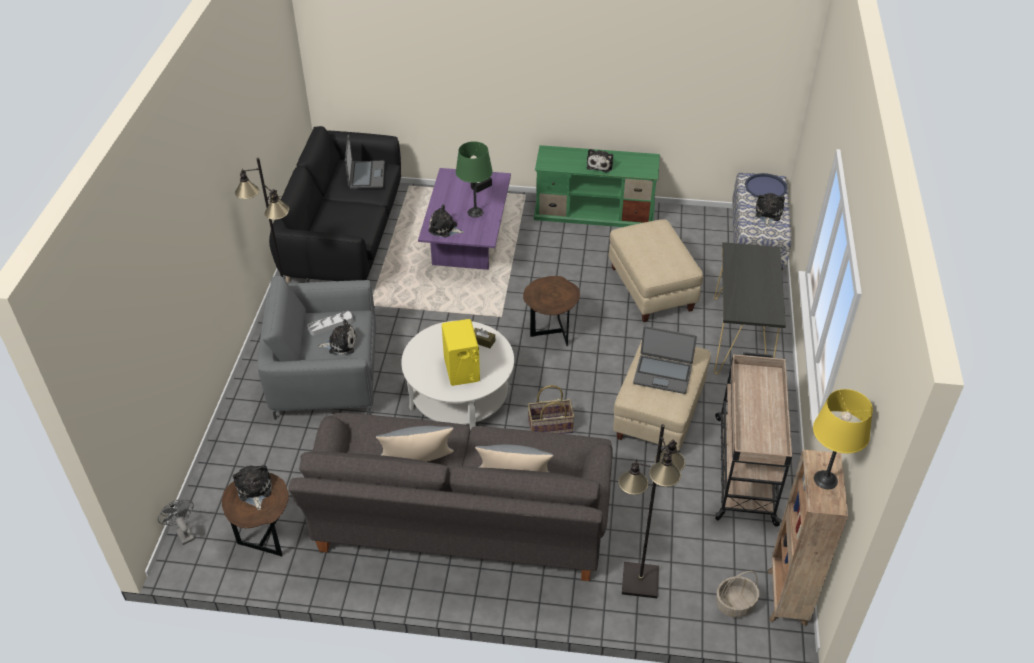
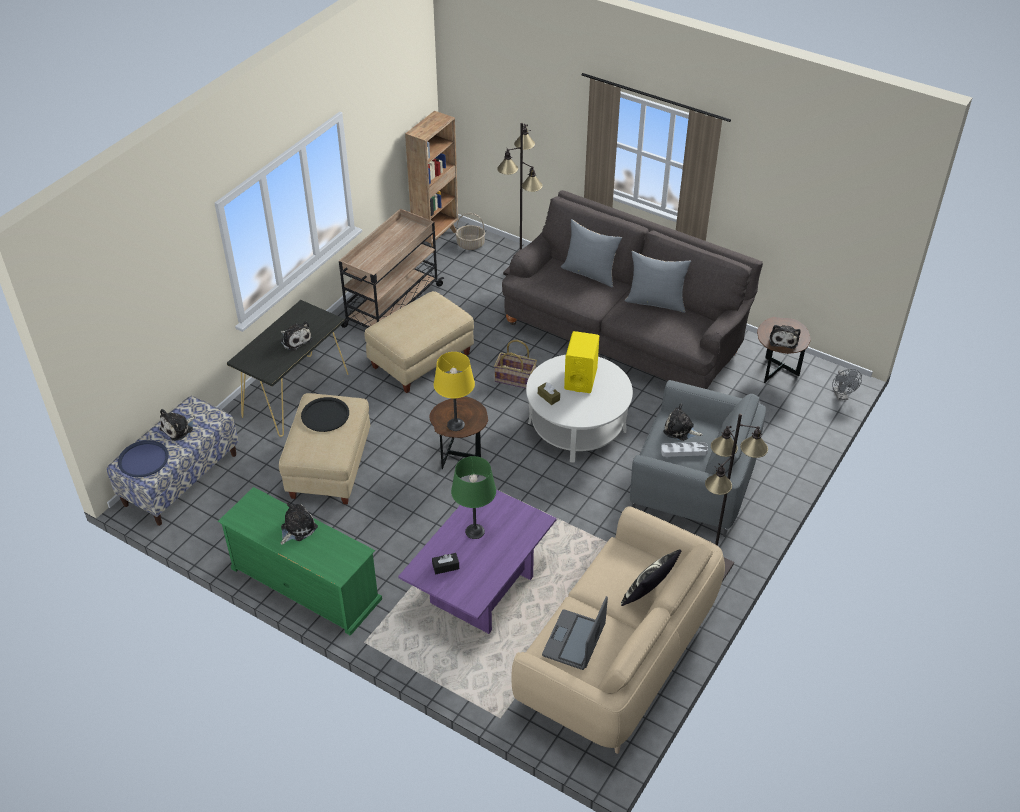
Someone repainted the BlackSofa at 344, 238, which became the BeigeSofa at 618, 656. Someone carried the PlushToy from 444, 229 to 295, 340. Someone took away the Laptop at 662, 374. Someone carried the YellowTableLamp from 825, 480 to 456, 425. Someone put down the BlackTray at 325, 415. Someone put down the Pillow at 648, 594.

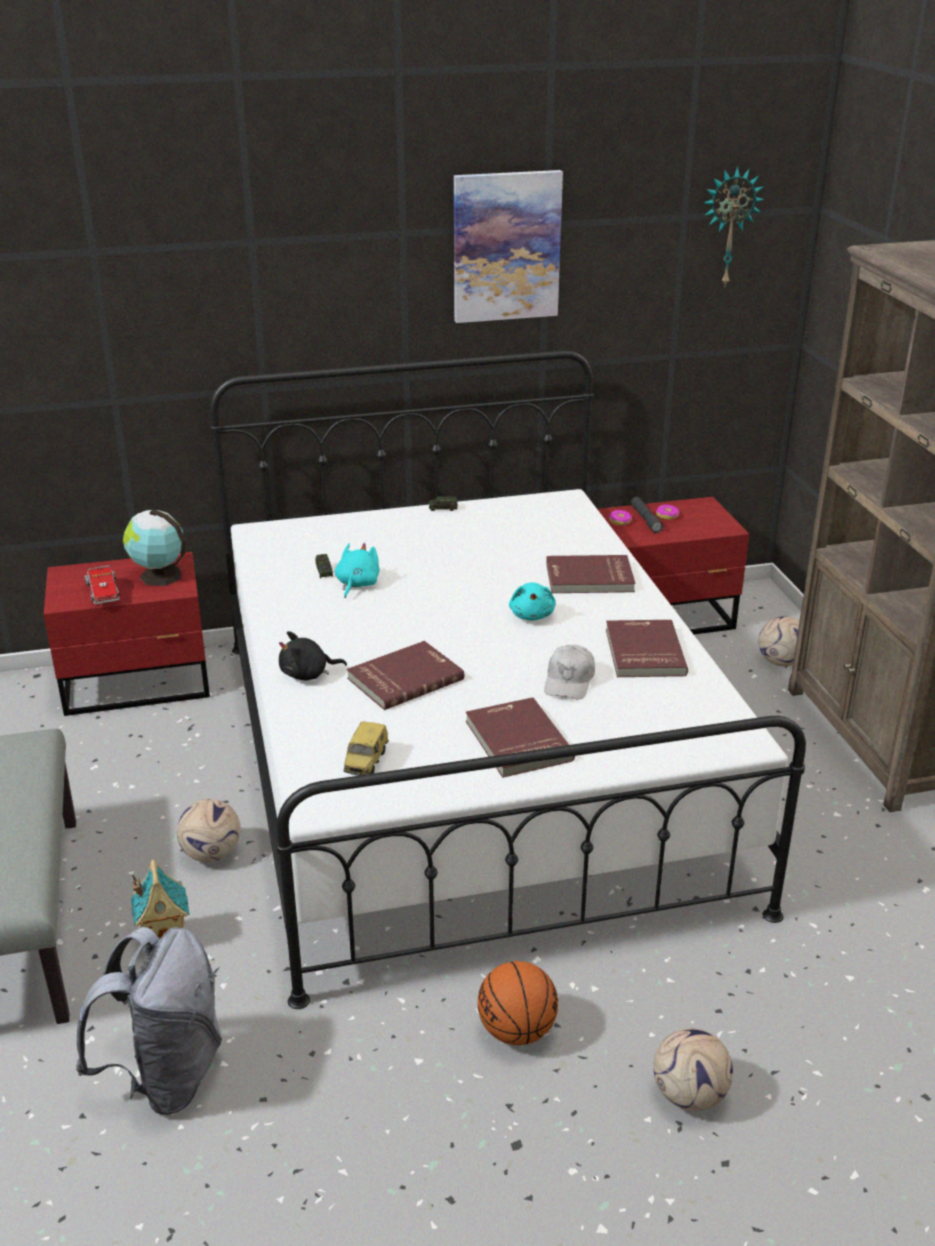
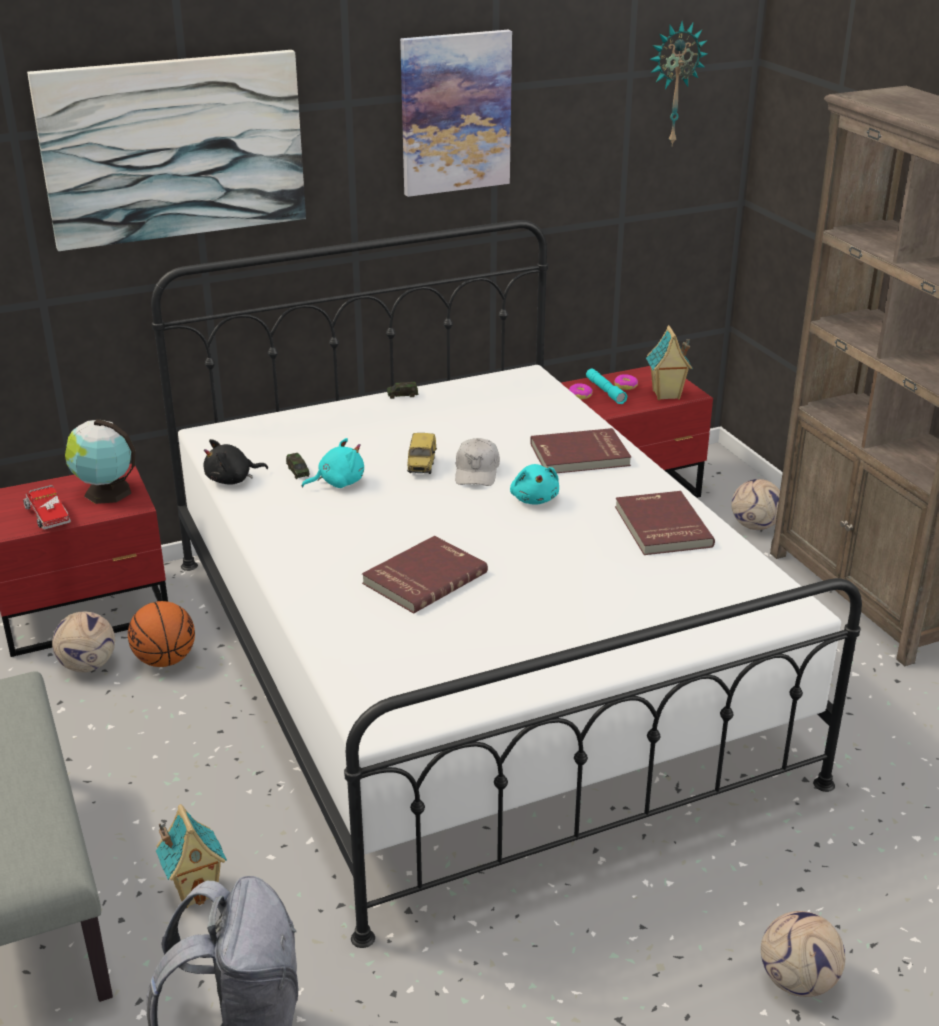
Someone carried the Football from 211, 854 to 87, 666. Someone carried the BlackPlushToy from 308, 674 to 232, 480. Someone rotated the TurquoisePlushToy at 356, 584 by 60 degrees clockwise. Someone carried the ToyCar from 367, 763 to 422, 466. Someone took away the RedBook at 516, 741. Someone carried the Basketball from 517, 1031 to 165, 660. Someone carried the WhiteCap from 569, 681 to 477, 472. Someone repainted the GreyFlashlight at 645, 519, which became the TurquoiseFlashlight at 605, 391. Someone put up the Picture at 174, 148. Someone put down the ToyHouse at 666, 395.

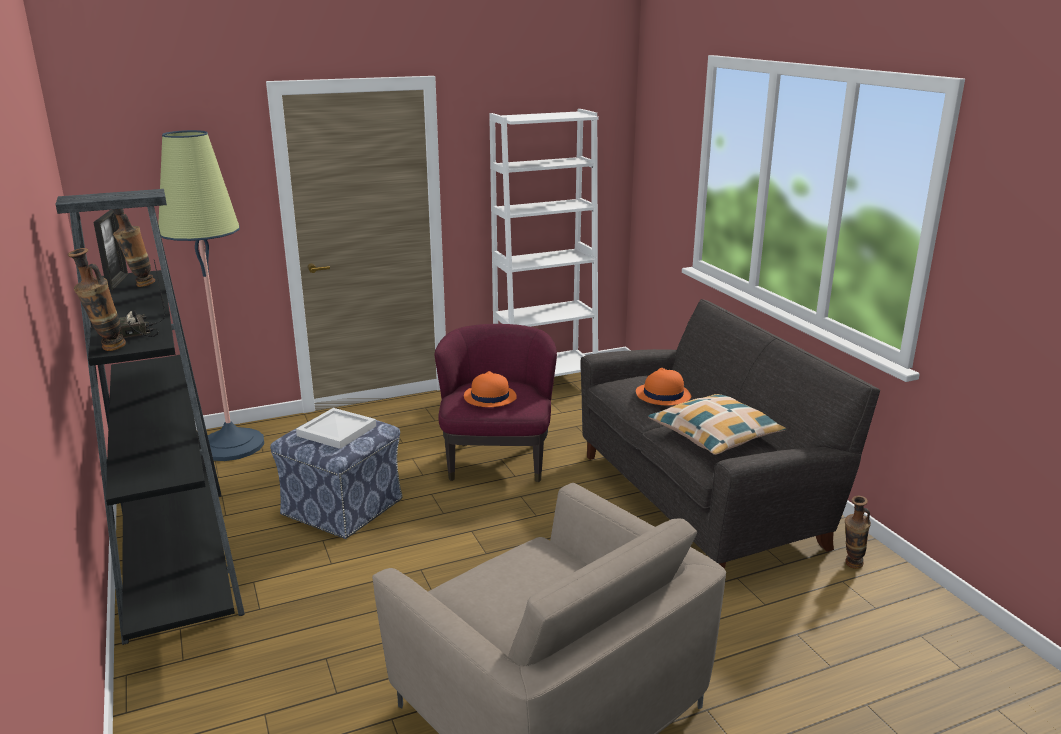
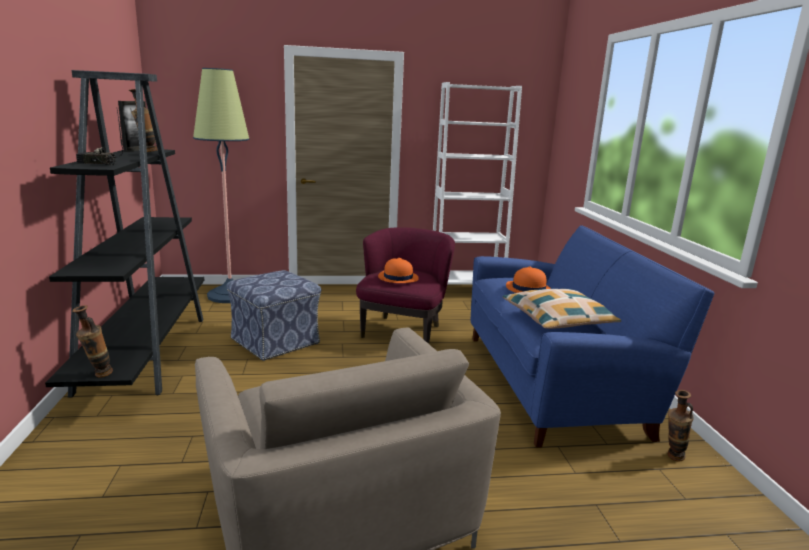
Someone carried the Vase from 107, 349 to 97, 375. Someone took away the WhiteTray at 336, 430. Someone repainted the GreySofa at 703, 498, which became the BlueSofa at 554, 382.

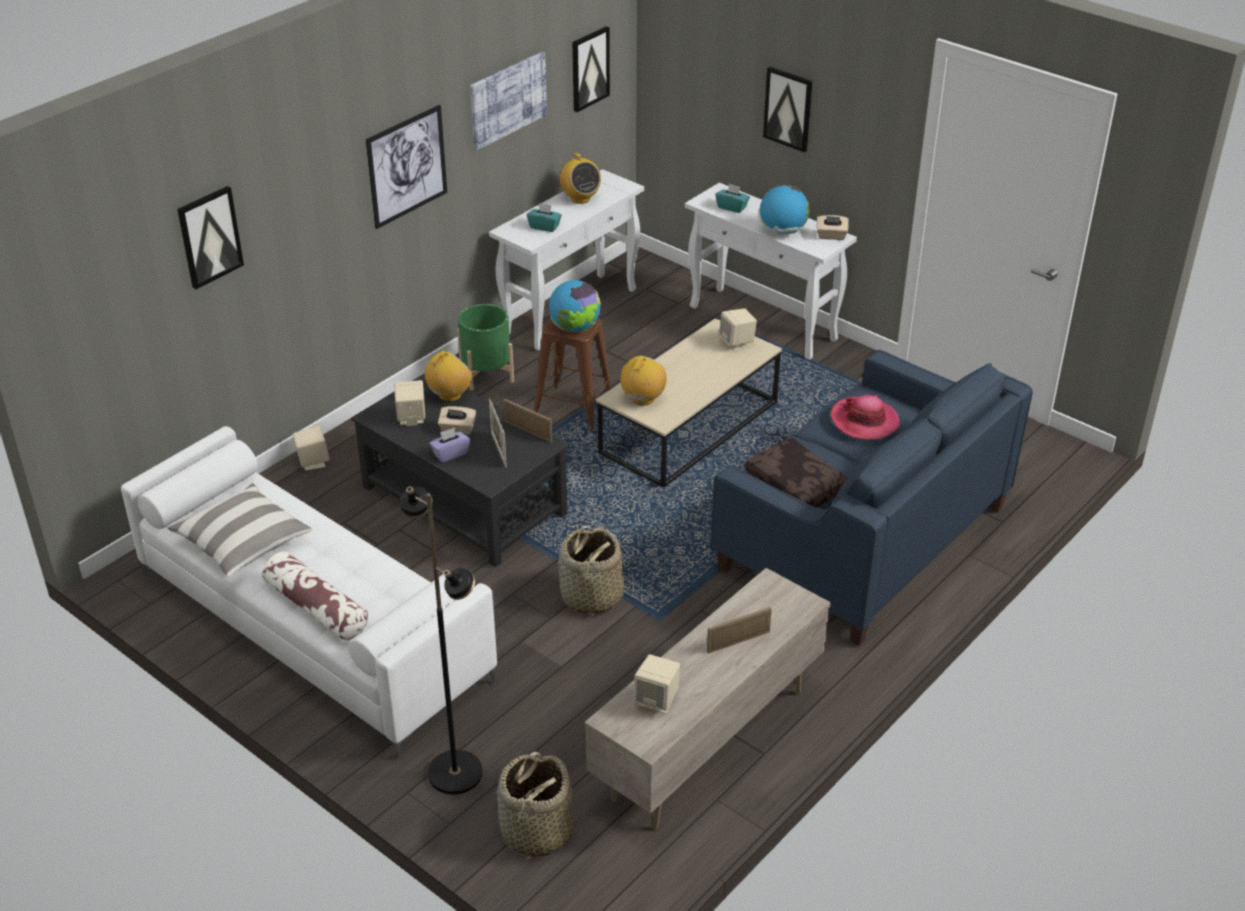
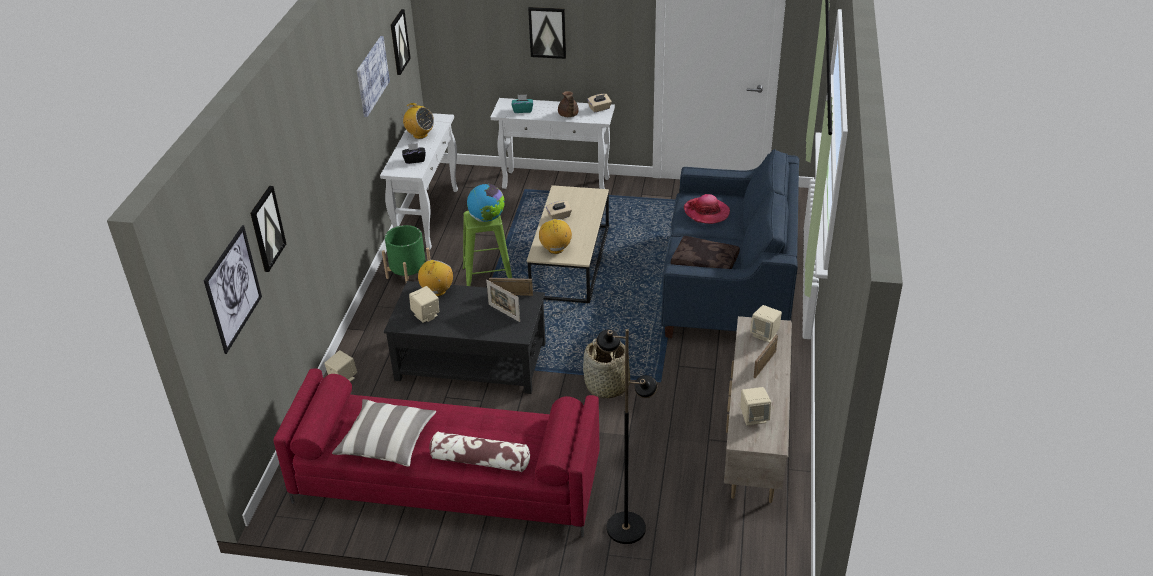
Someone repainted the WhiteSofa at 311, 626, which became the RedSofa at 446, 483. Someone carried the Picture from 407, 166 to 233, 289. Someone took away the PurpleTissueBox at 450, 454. Someone carried the BeigeTissueBox from 457, 429 to 559, 216. Someone took away the Basket at 536, 831. Someone repainted the TurquoiseTissueBox at 544, 226, which became the BlackTissueBox at 414, 160. Someone repainted the BrownStool at 574, 409, which became the GreenStool at 488, 277. Someone carried the BeigeSpeaker from 737, 343 to 765, 334. Someone swapped the Globe at 783, 231 for the BrownTeapot at 568, 115.

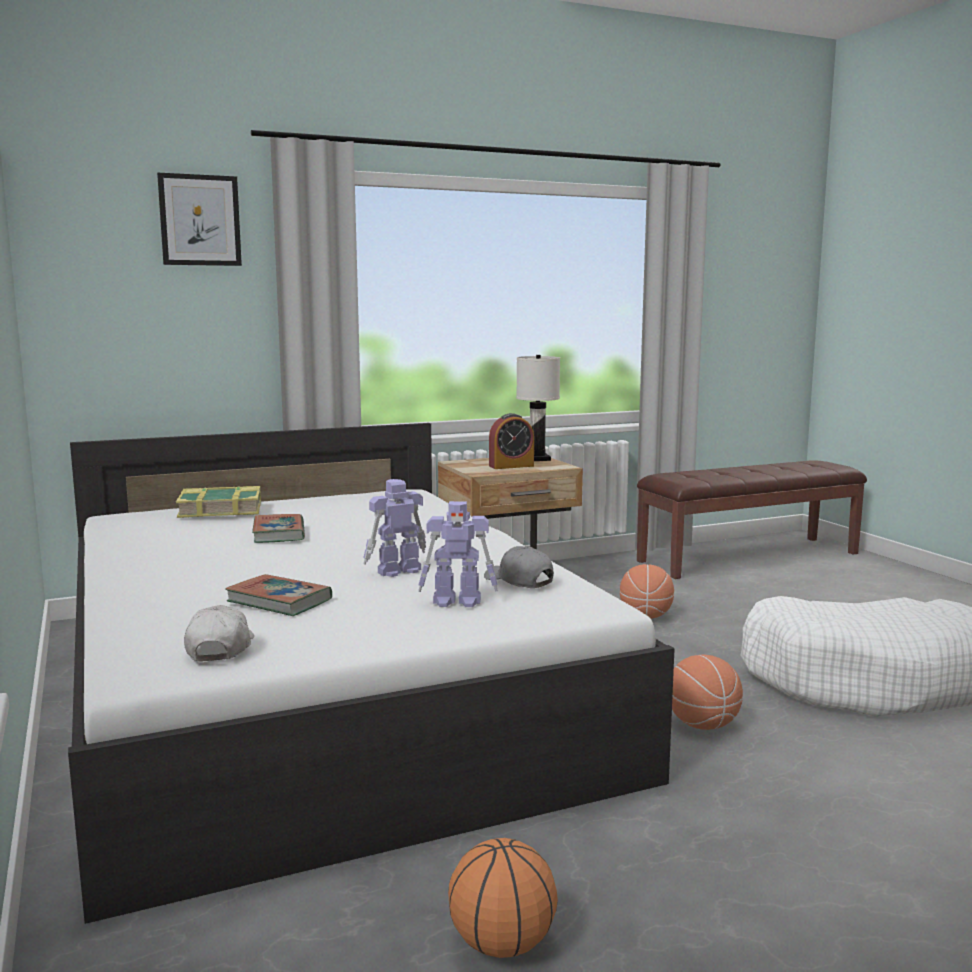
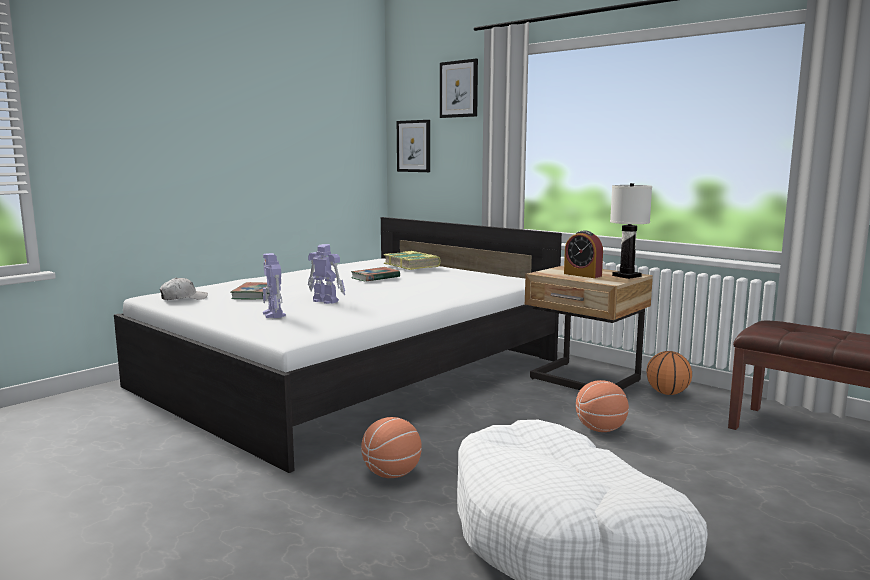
Someone carried the Basketball from 502, 944 to 667, 393. Someone took away the GreyCap at 519, 581. Someone put up the Picture at 414, 146.

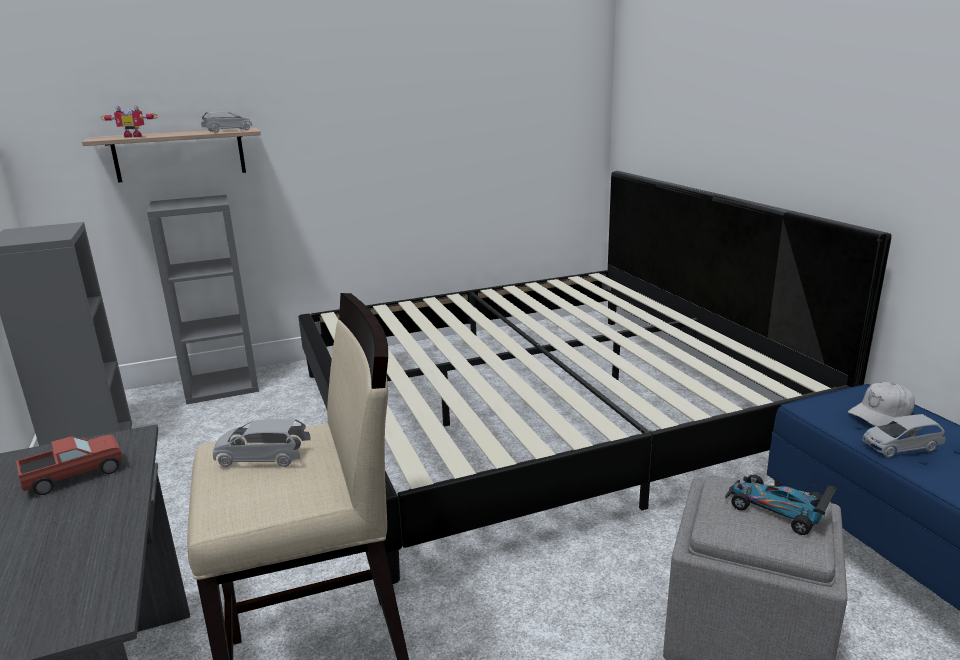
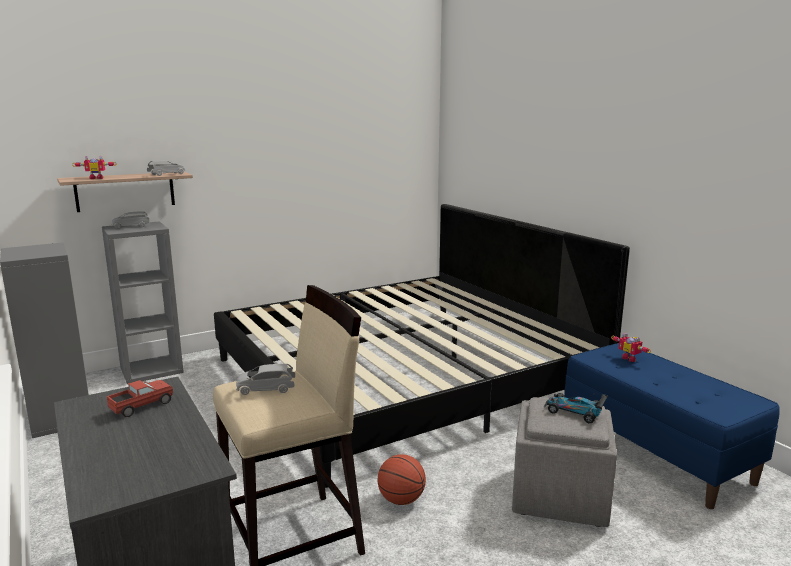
Someone swapped the WhiteCap at 881, 414 for the ToyRobot at 630, 358. Someone carried the GreyToyCar from 900, 447 to 131, 226. Someone put down the Basketball at 401, 500.

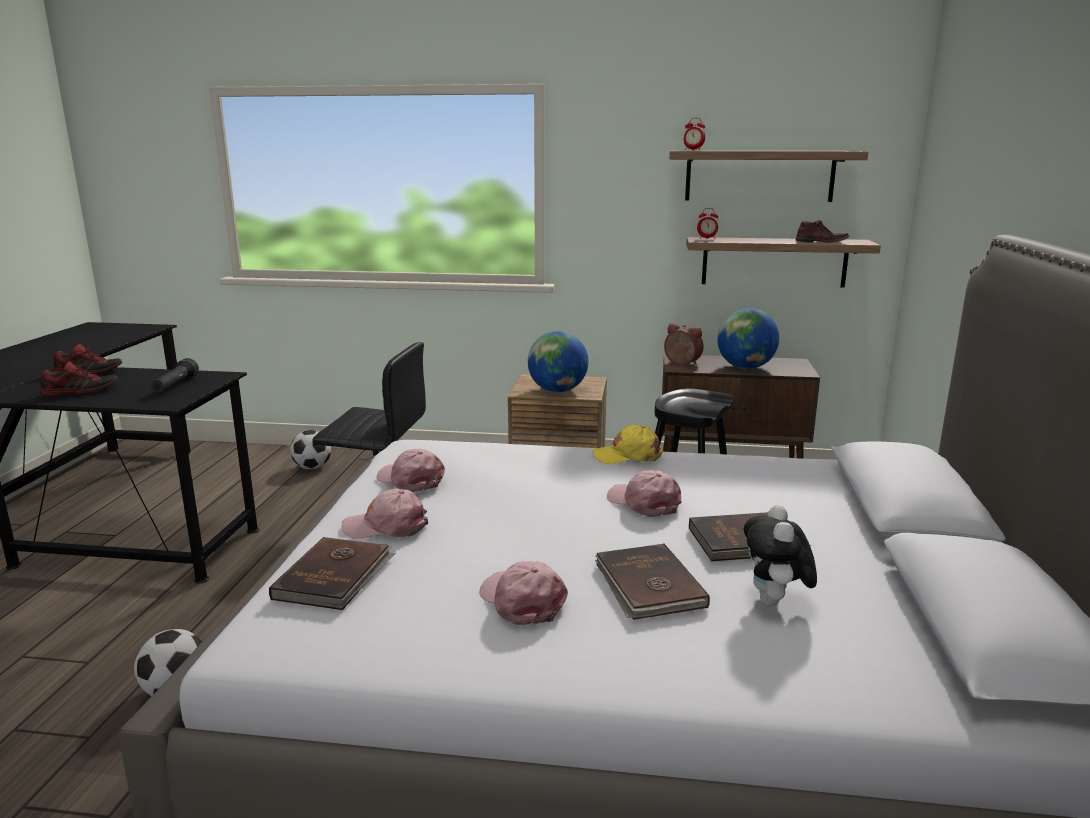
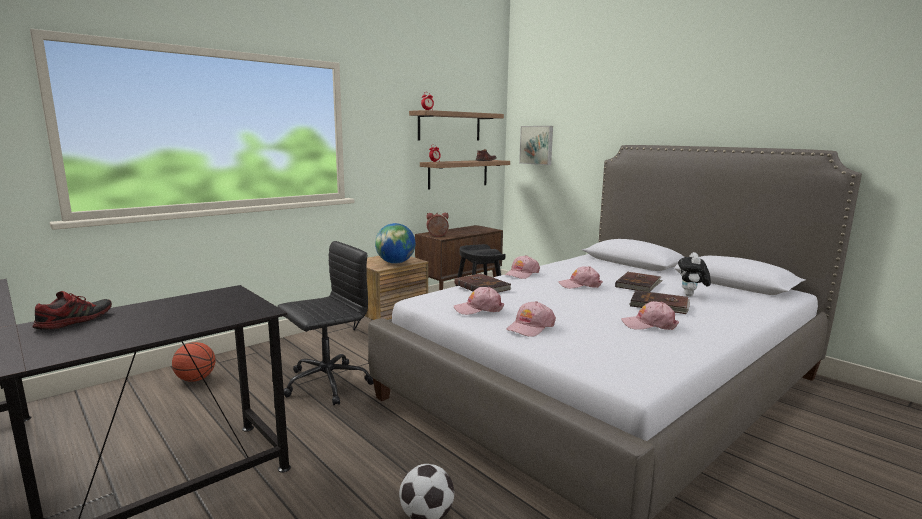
Someone took away the Shoe at 80, 392. Someone took away the BlackFlashlight at 175, 386. Someone carried the BrownBook from 335, 577 to 482, 286. Someone swapped the Football at 312, 467 for the Basketball at 195, 379. Someone repainted the YellowCap at 627, 455, which became the PinkCap at 521, 274. Someone took away the Globe at 745, 368. Someone rotated the PlushToy at 775, 602 by 60 degrees clockwise. Someone put up the Picture at 537, 145.

